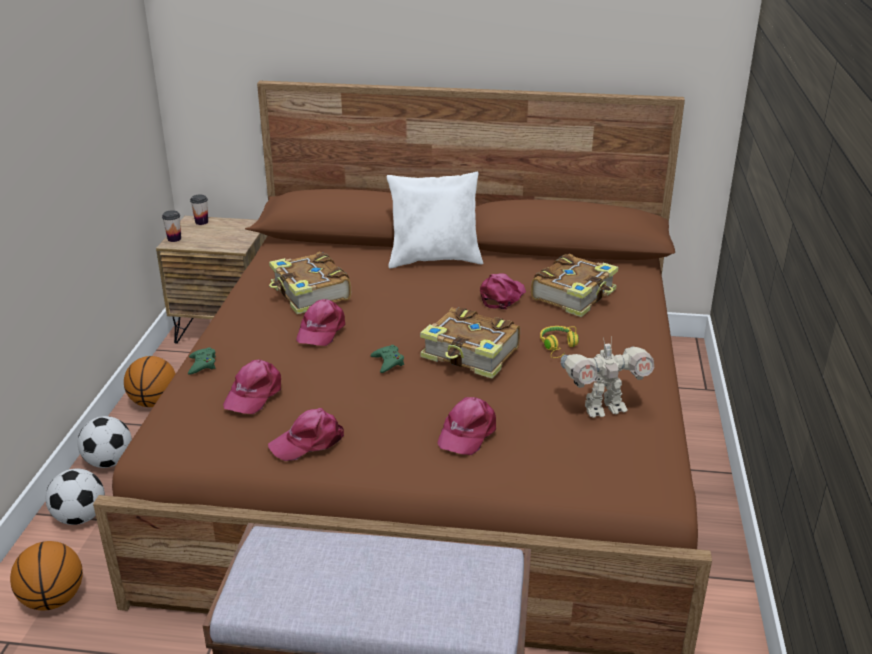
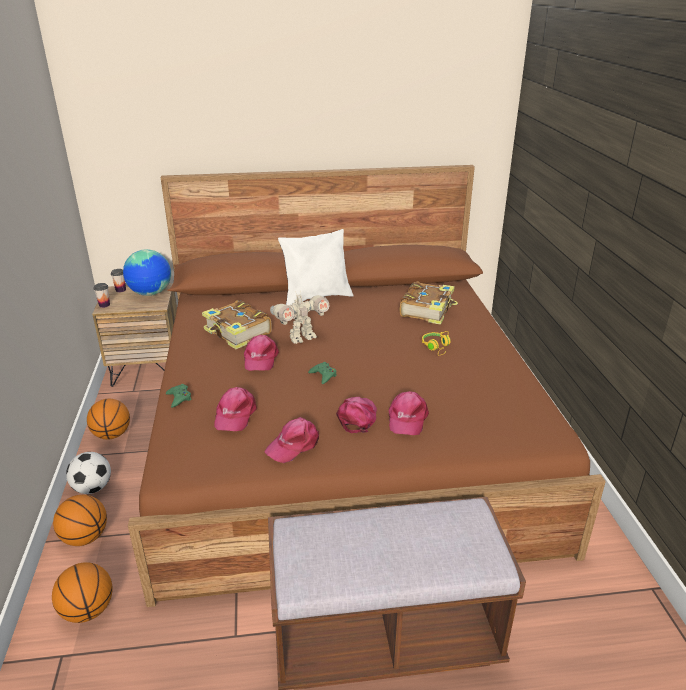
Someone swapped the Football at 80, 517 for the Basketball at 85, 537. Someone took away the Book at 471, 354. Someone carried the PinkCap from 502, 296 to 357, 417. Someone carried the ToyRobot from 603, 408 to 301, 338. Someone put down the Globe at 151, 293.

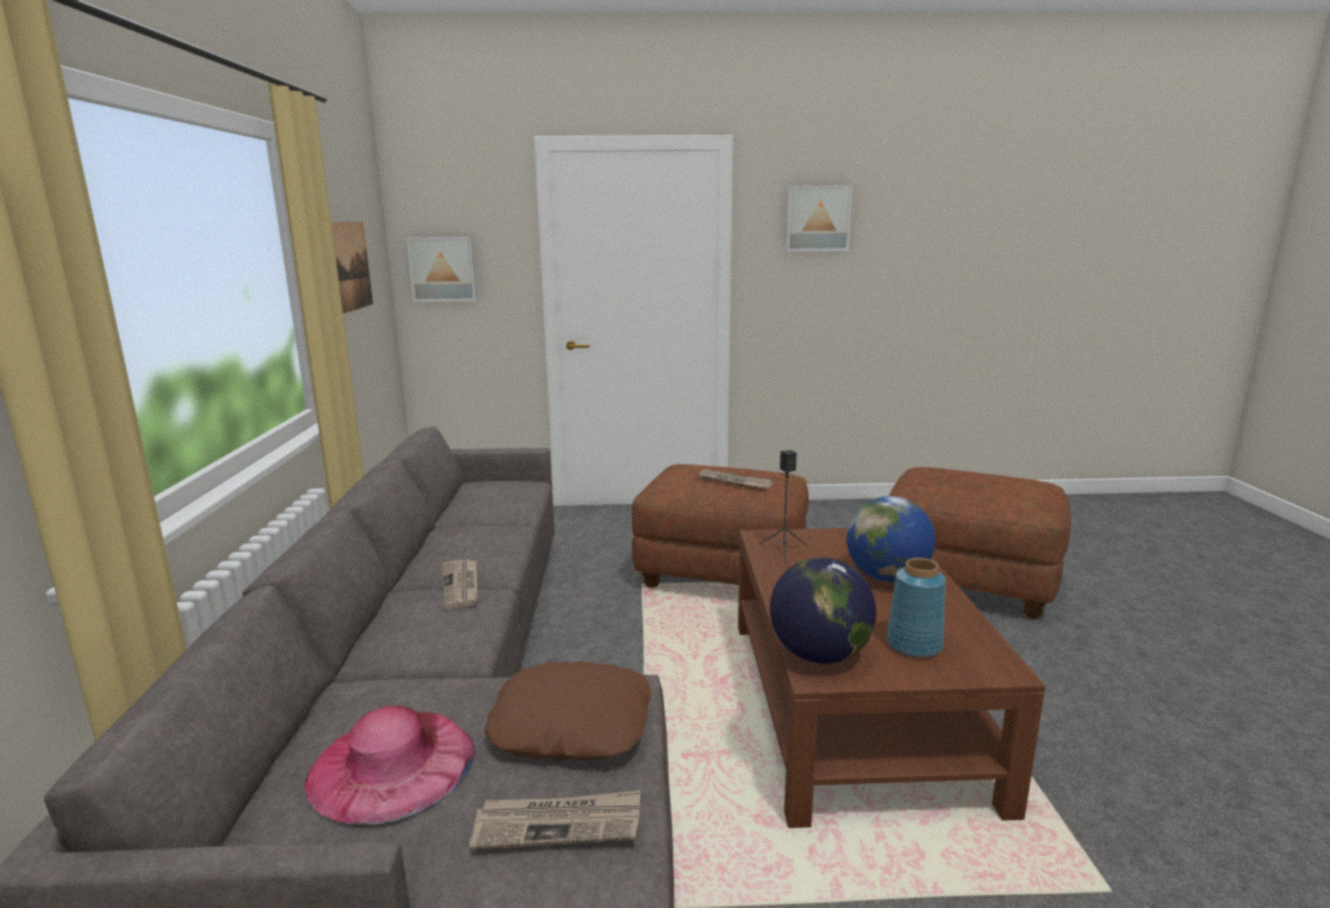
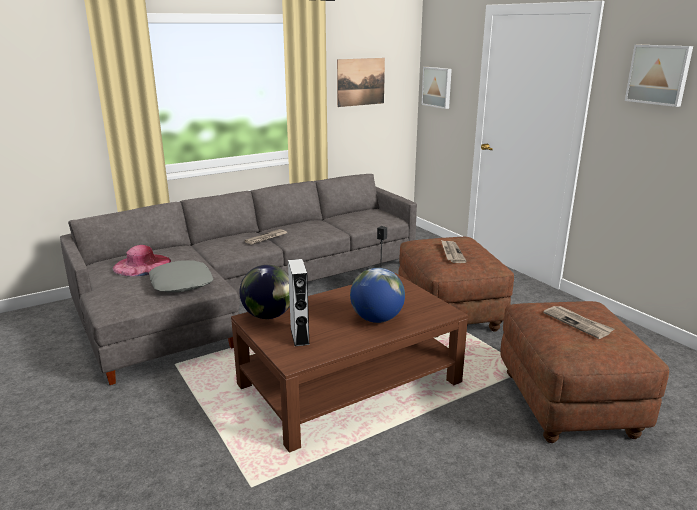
Someone carried the Newspaper from 558, 824 to 578, 323. Someone repainted the BrownPillow at 572, 724, which became the GreyPillow at 182, 283. Someone swapped the BlueVase at 913, 644 for the GreySpeaker at 299, 336.

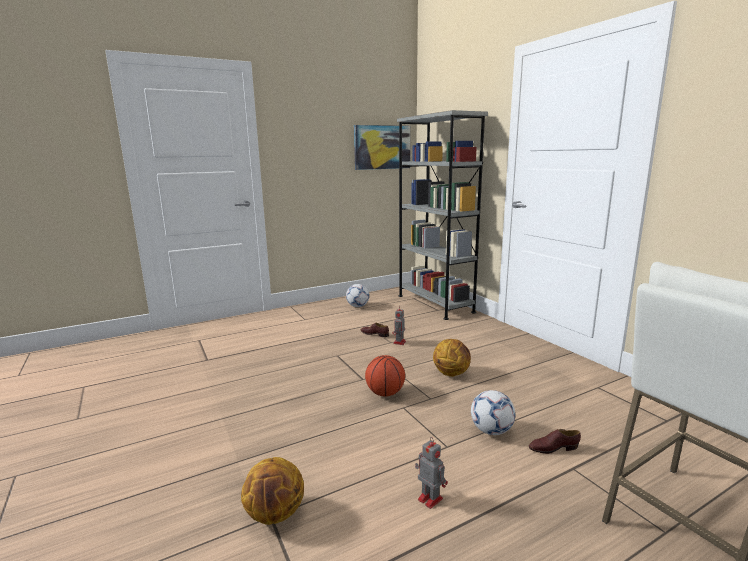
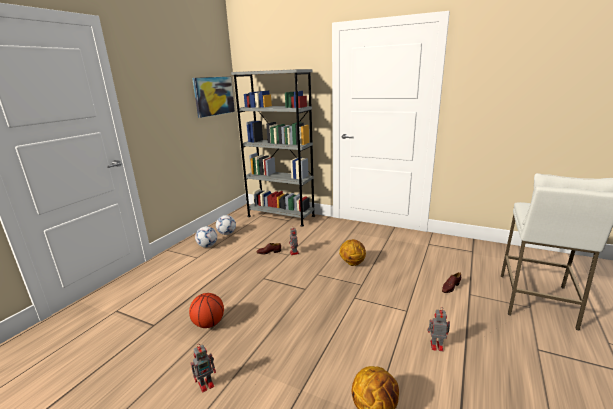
Someone carried the Basketball from 385, 393 to 208, 324. Someone carried the Football from 491, 431 to 207, 246. Someone put down the ToyRobot at 207, 384.

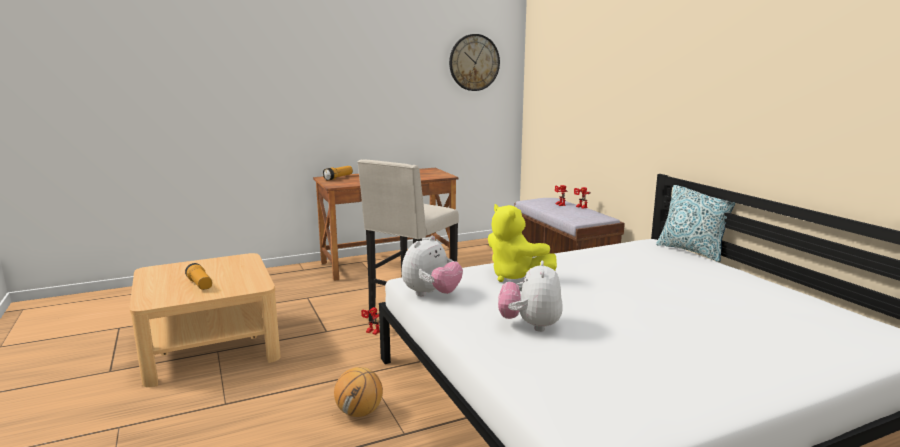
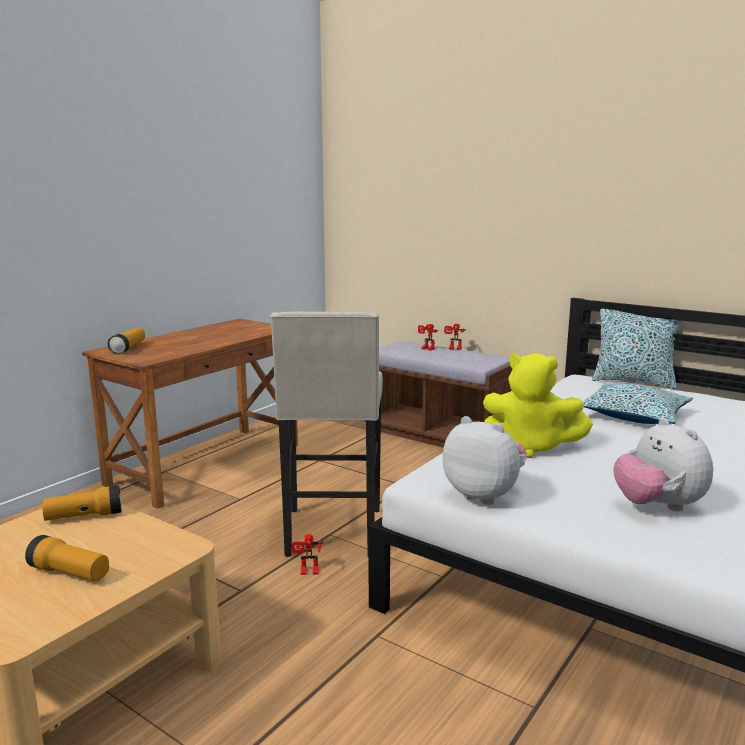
Someone took away the Basketball at 359, 412. Someone rotated the PlushToy at 431, 294 by 60 degrees counterclockwise. Someone took away the WallClock at 474, 62. Someone put down the Flashlight at 84, 516. Someone put down the Pillow at 634, 416.

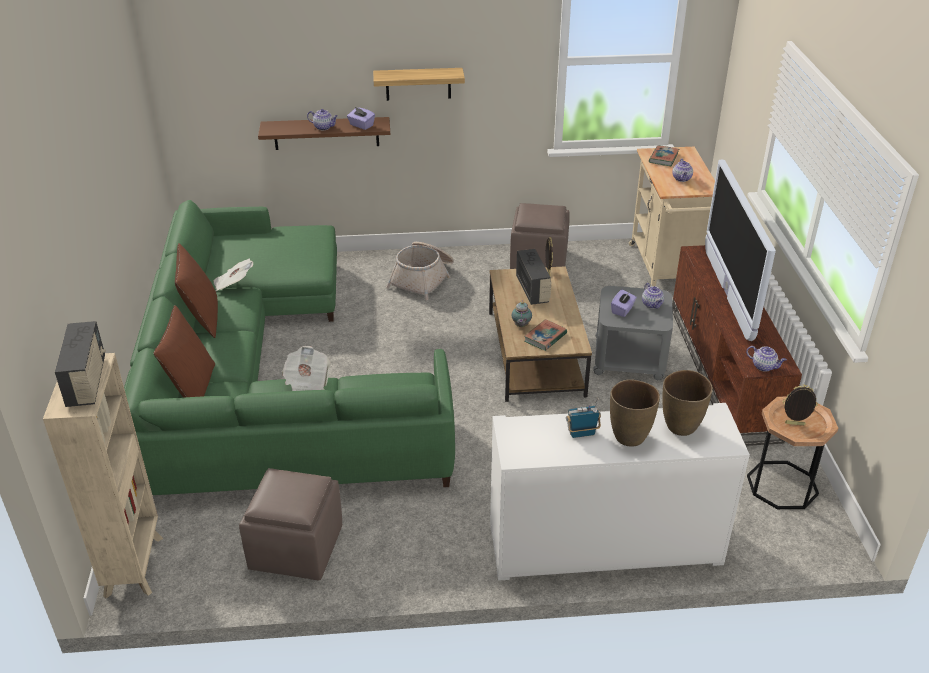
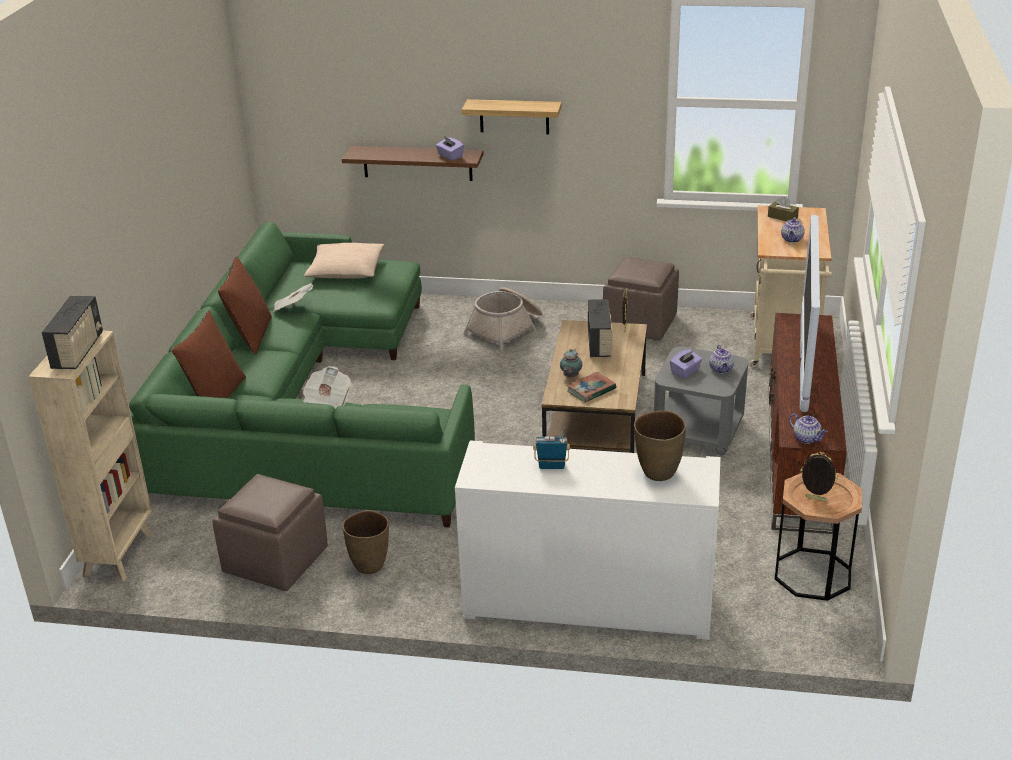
Someone took away the Teapot at 324, 127. Someone carried the BrownVase from 629, 436 to 369, 565. Someone swapped the Book at 663, 158 for the BrownTissueBox at 782, 217. Someone put down the BeigePillow at 346, 271.

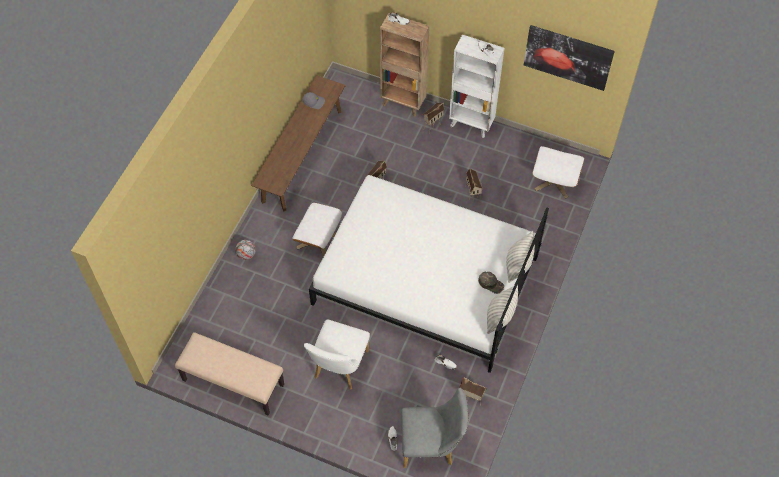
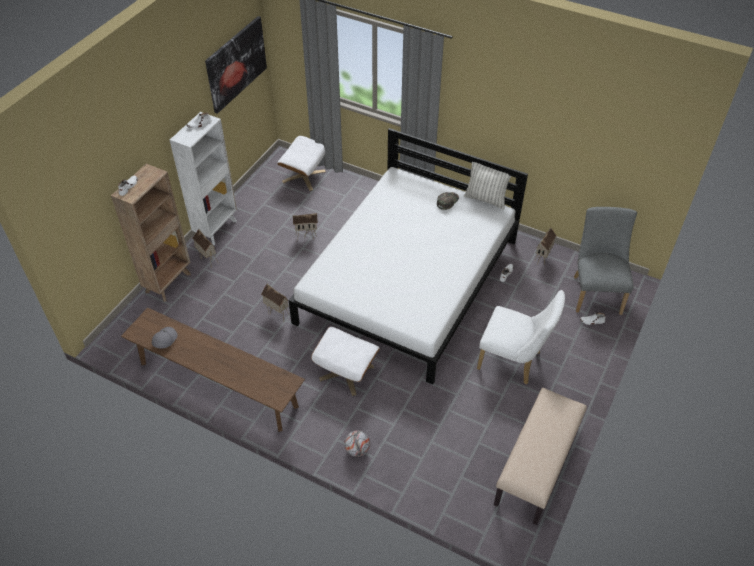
Someone took away the Pillow at 518, 266.

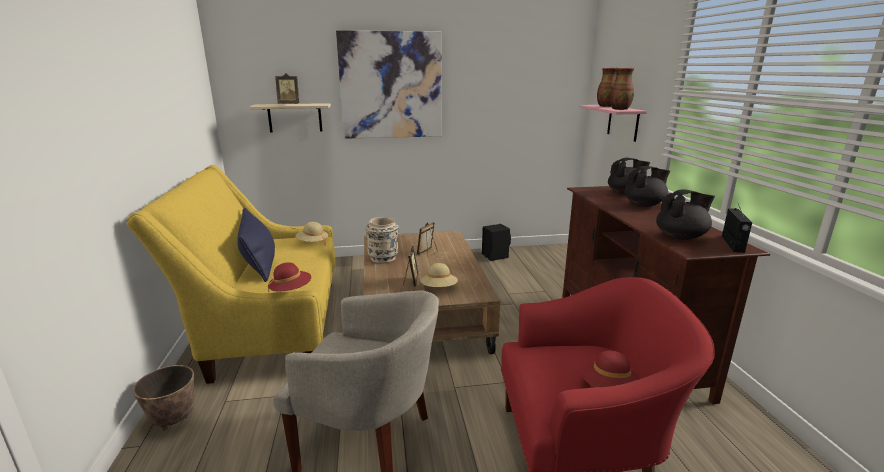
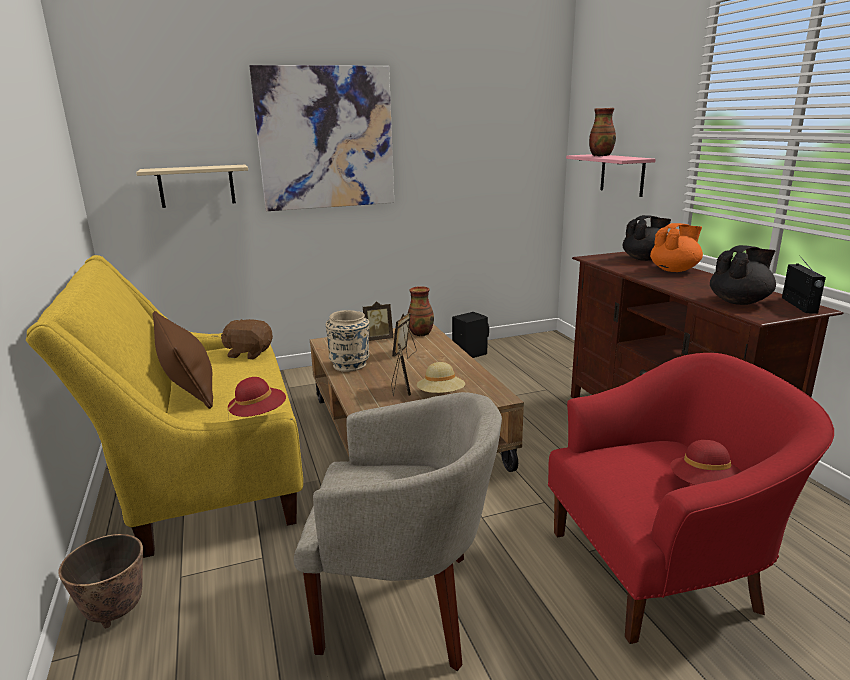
Someone repainted the BluePillow at 259, 264, which became the BrownPillow at 188, 386. Someone carried the PictureFrame from 289, 104 to 378, 339. Someone swapped the BeigeHat at 312, 243 for the BrownPlushToy at 249, 353. Someone carried the Vase from 619, 109 to 420, 333. Someone repainted the BlackTeapot at 644, 204, which became the OrangeTeapot at 674, 270.

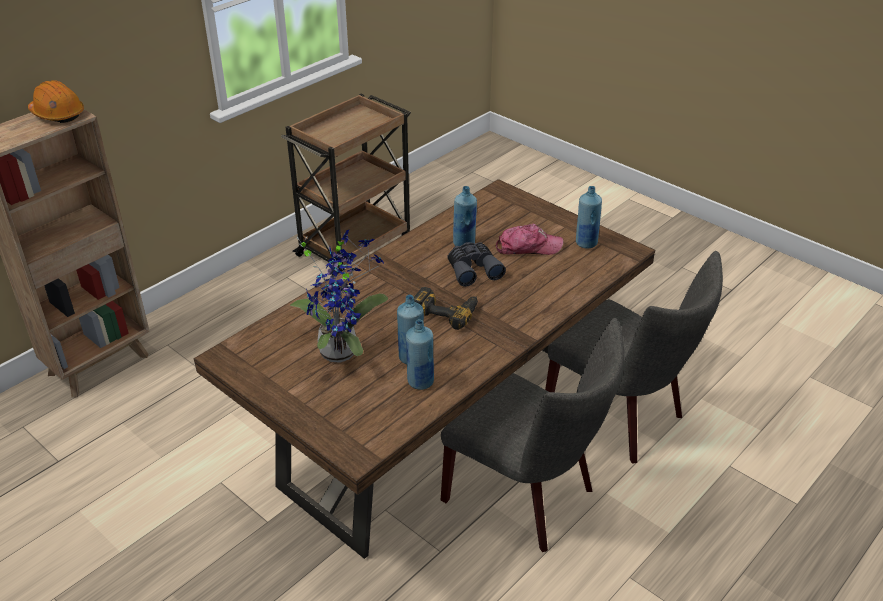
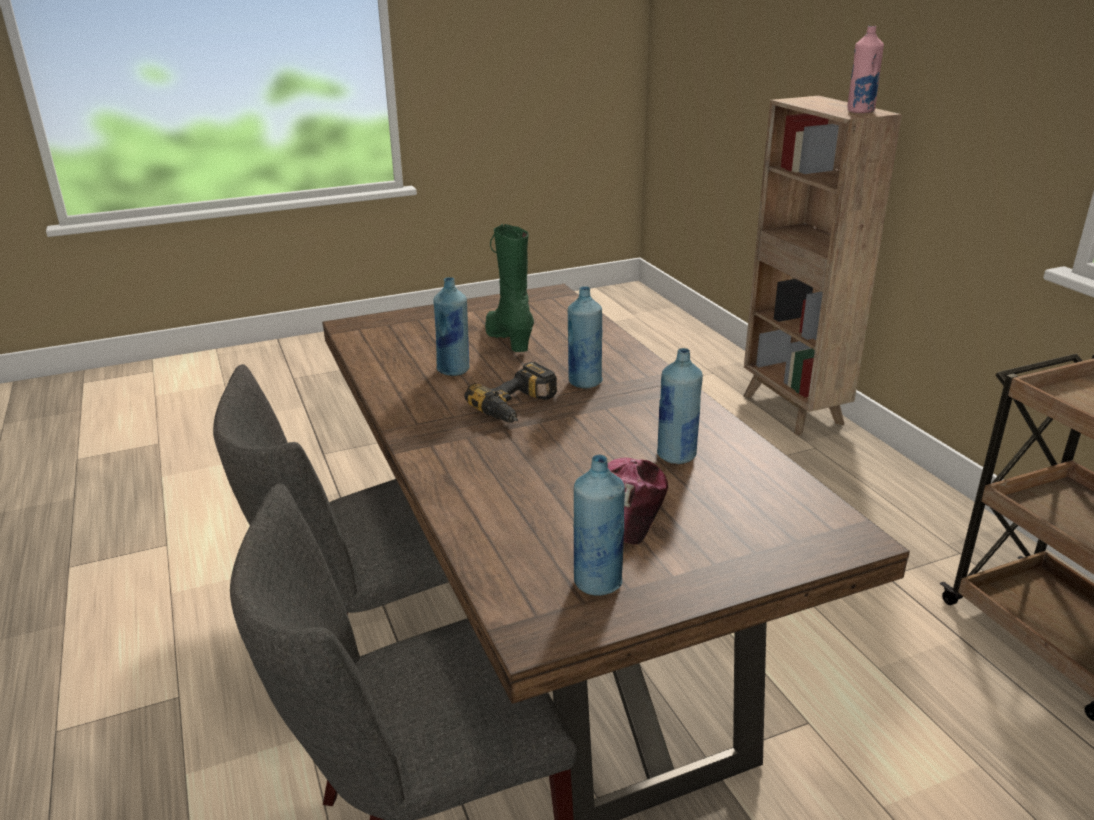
Someone swapped the OrangeHardHat at 57, 114 for the PinkBottle at 860, 111. Someone swapped the PottedPlant at 341, 349 for the GreenBoot at 508, 340. Someone carried the BlueBottle from 420, 382 to 584, 382. Someone took away the GreyBinoculars at 473, 269.

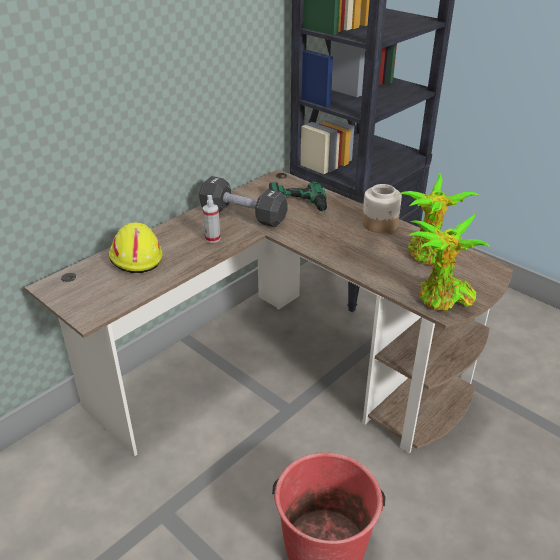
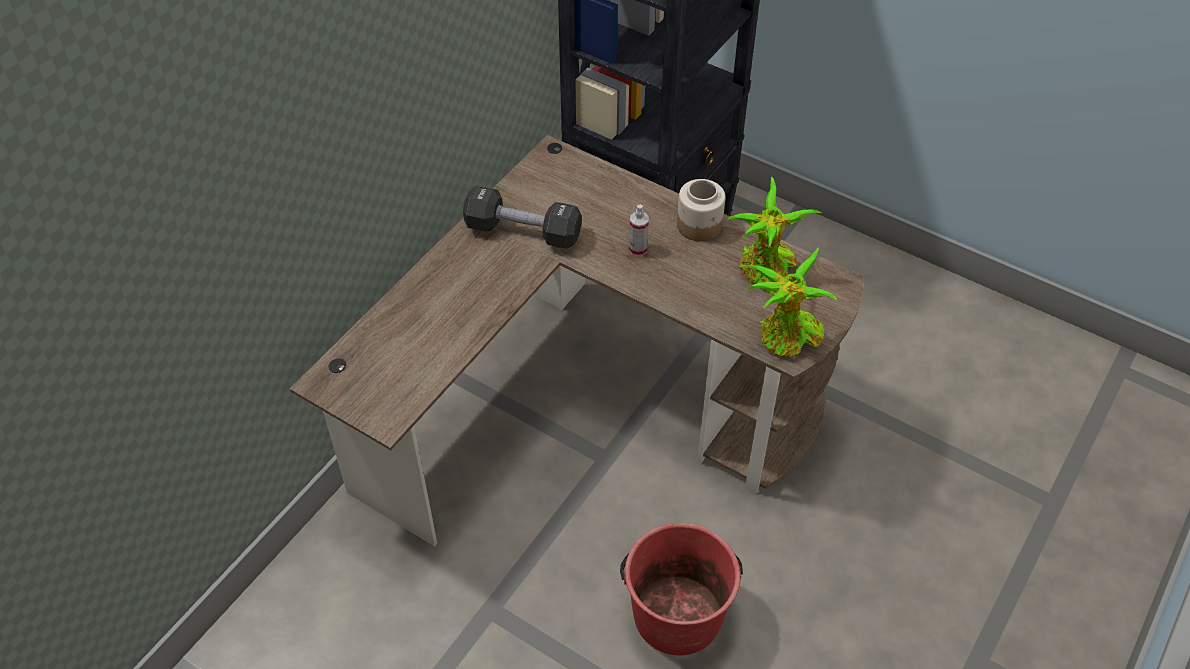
Someone took away the YellowHardHat at 135, 257. Someone carried the SprayBottle from 212, 238 to 638, 249. Someone took away the PowerDrill at 299, 206.

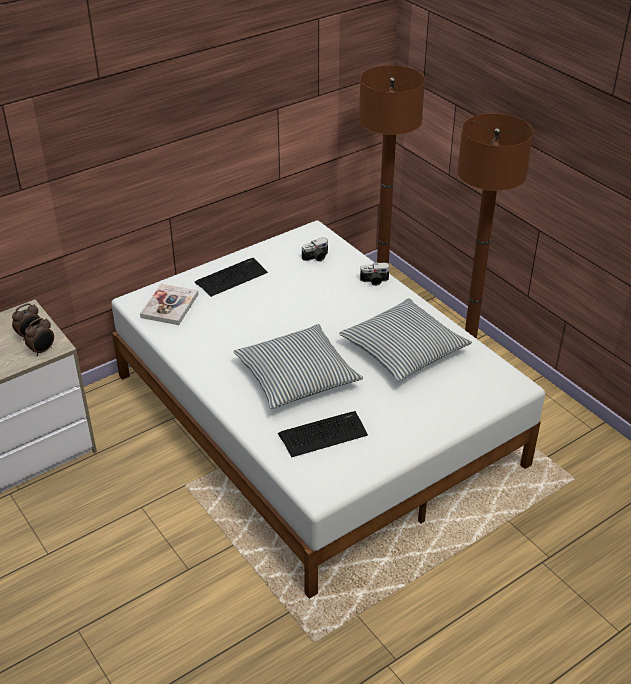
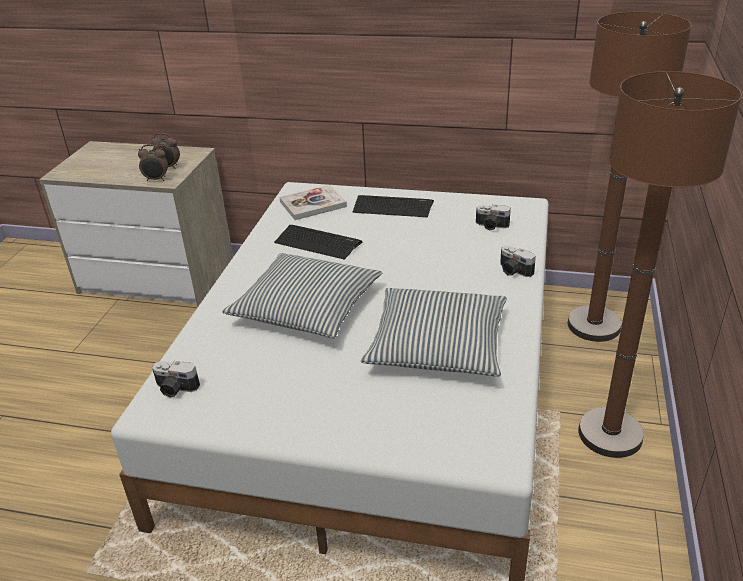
Someone carried the Keyboard from 323, 434 to 317, 242. Someone put down the PhotoCamera at 175, 389.

